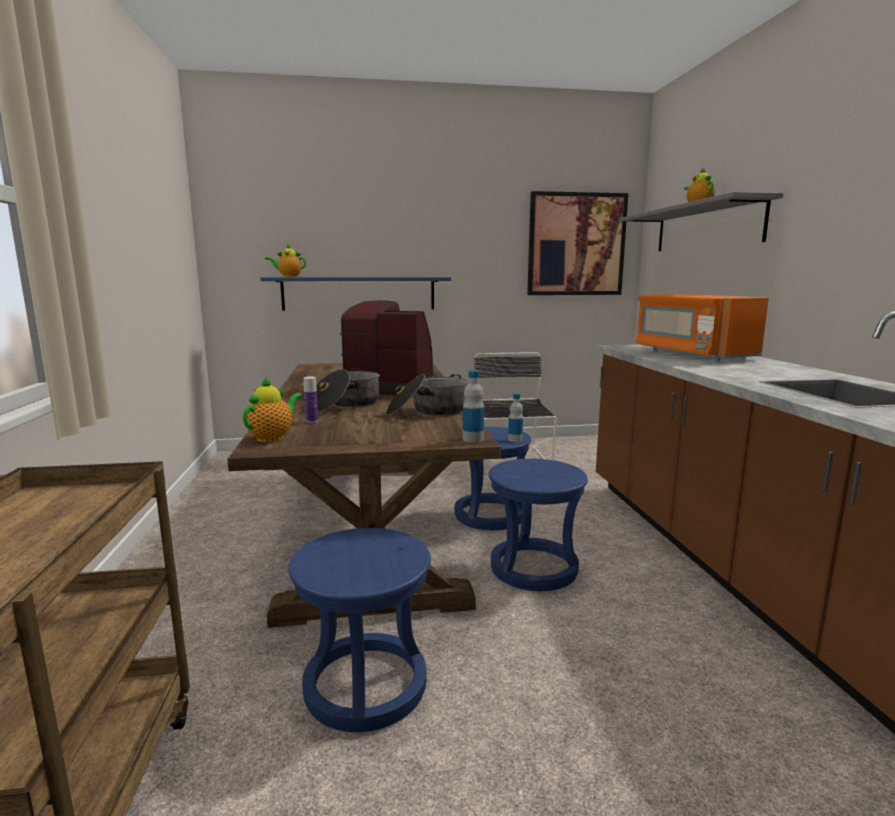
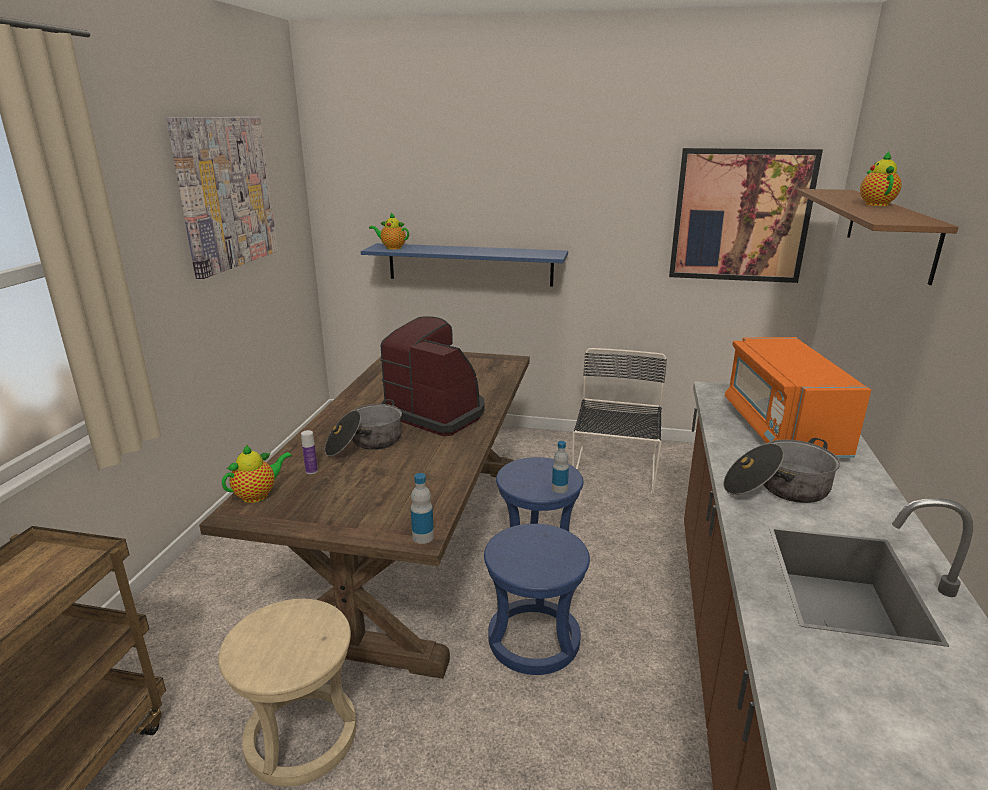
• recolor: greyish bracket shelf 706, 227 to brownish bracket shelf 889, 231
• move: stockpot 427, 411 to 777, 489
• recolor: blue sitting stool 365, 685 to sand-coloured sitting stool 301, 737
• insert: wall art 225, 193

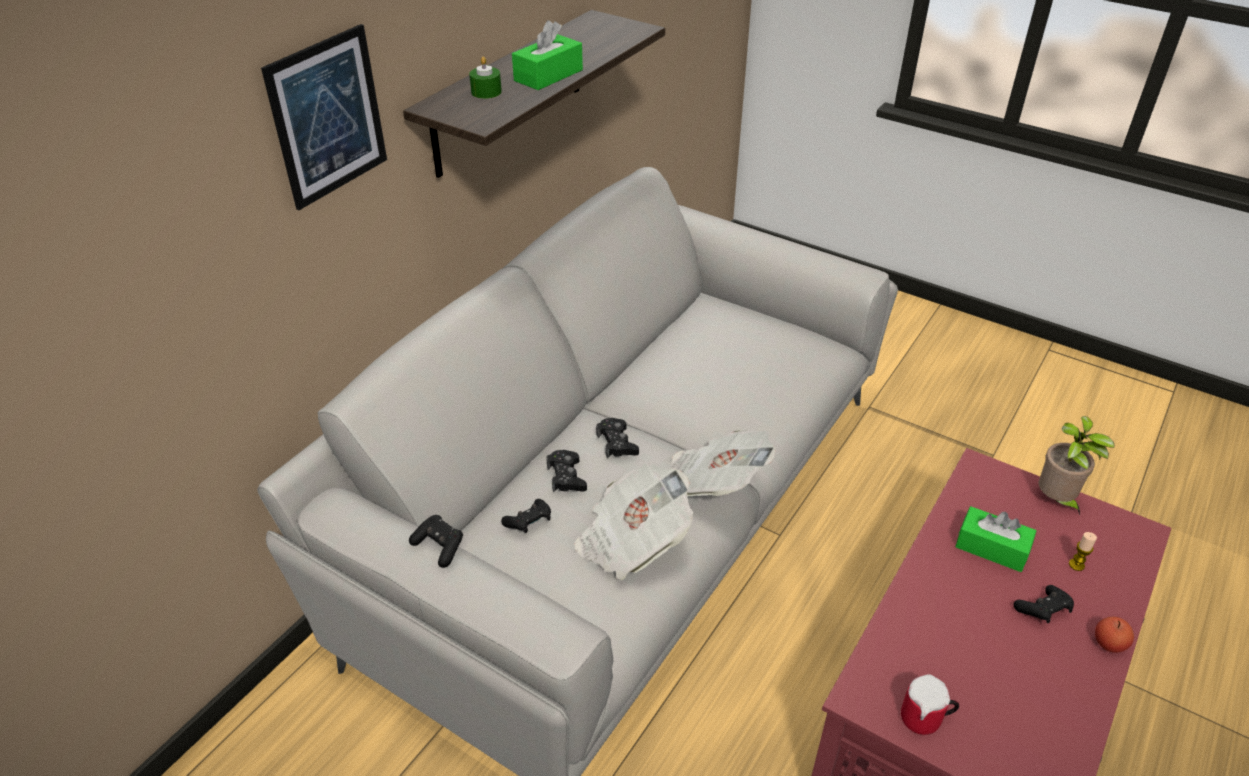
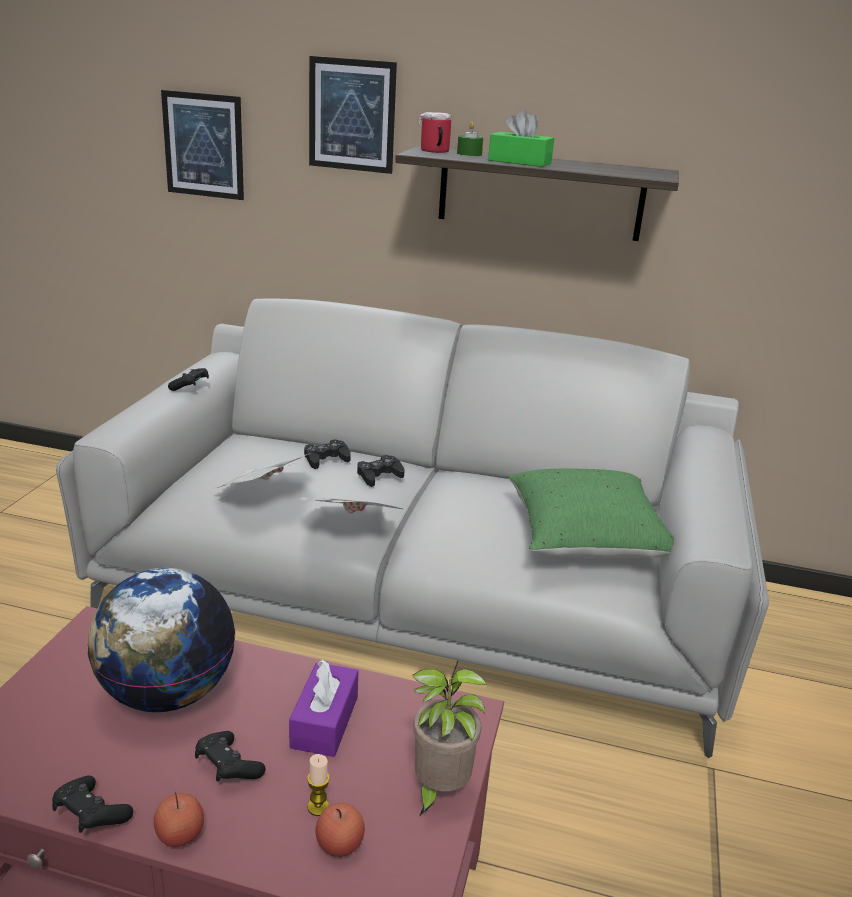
• move: black game controller 529, 523 to 91, 815
• recolor: greenish box of tissues 991, 548 to purple box of tissues 324, 722
• move: mug 926, 720 to 434, 151
• insert: wall art 203, 145
• insert: greenish cushion 585, 539
• insert: globe 167, 693
• insert: apple 339, 844

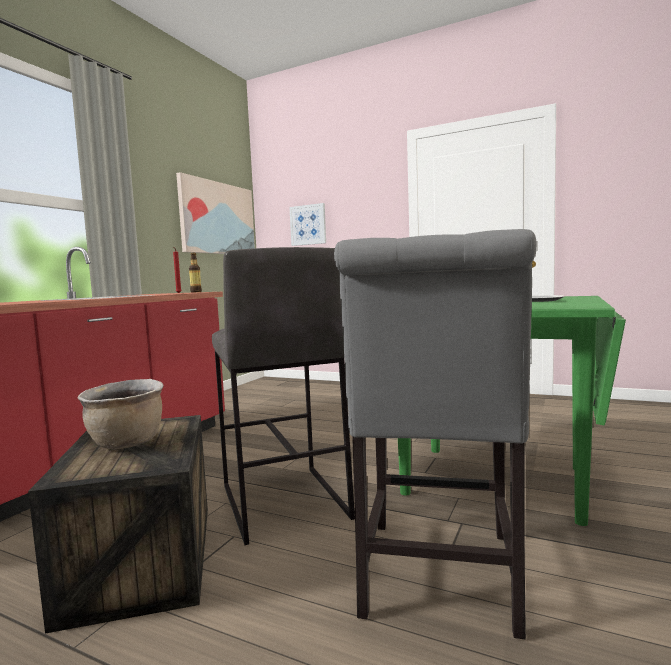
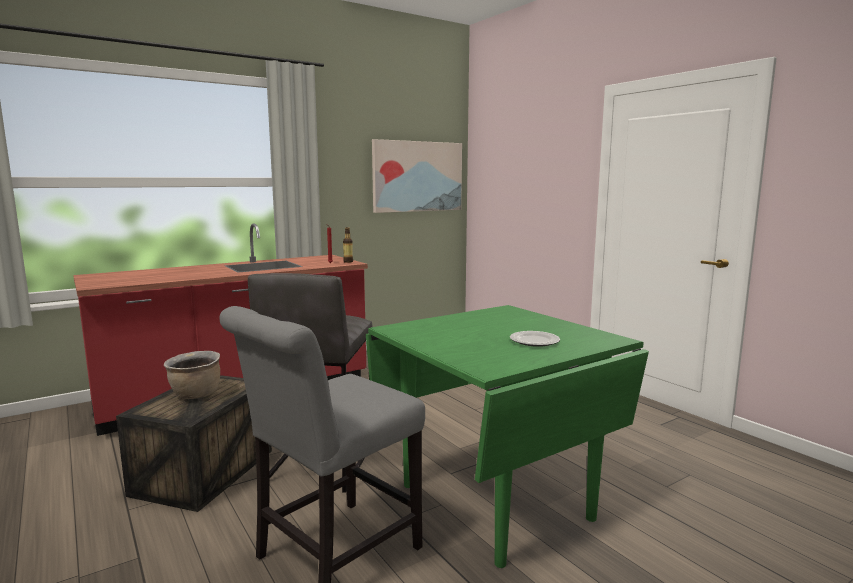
• delete: wall art 308, 225

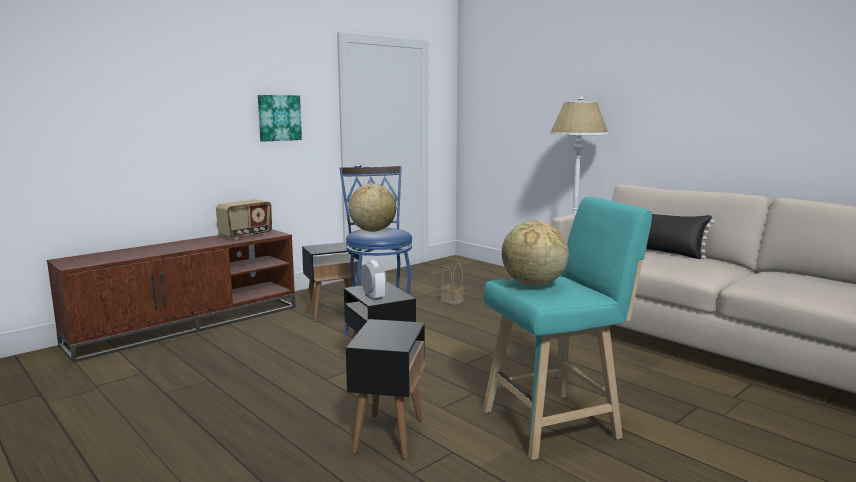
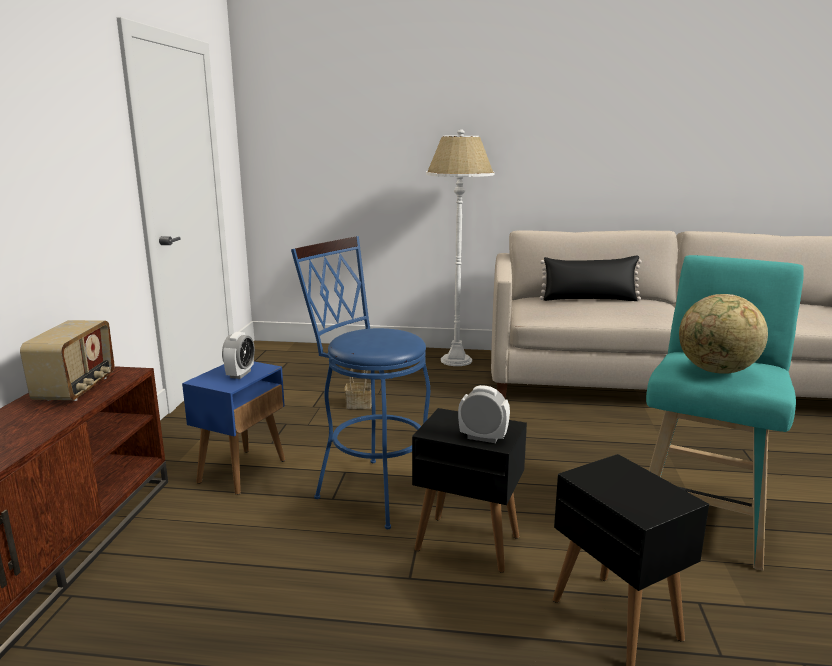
• delete: wall art 279, 118
• delete: globe 372, 230
• recolor: black side table 334, 313 to blue side table 242, 470
• insert: alarm clock 240, 374

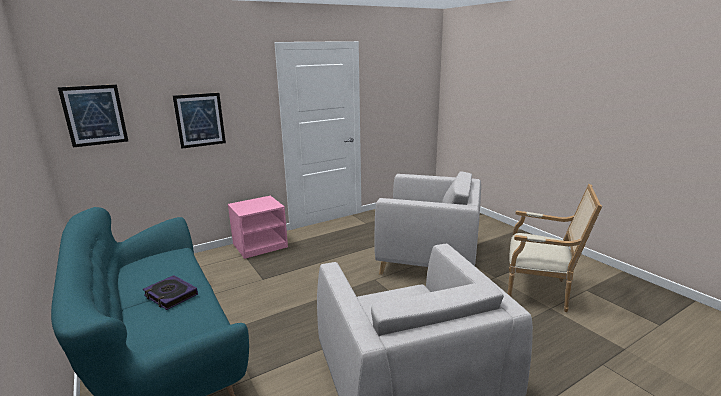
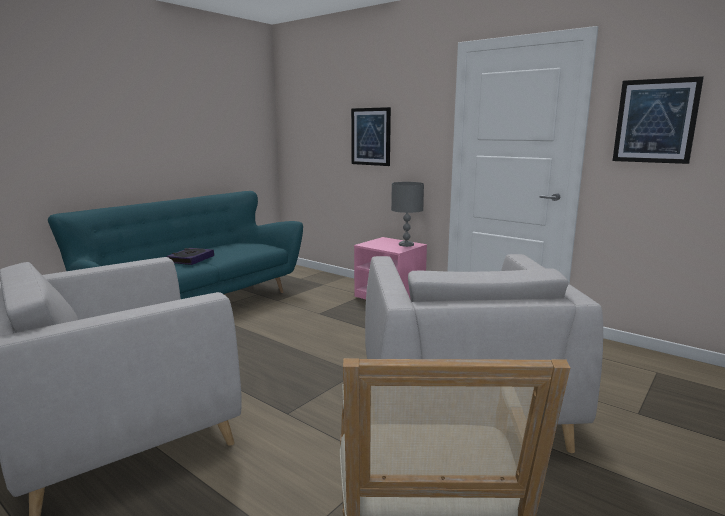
• move: wall art 94, 115 to 655, 121
• insert: greyish table lamp 406, 244

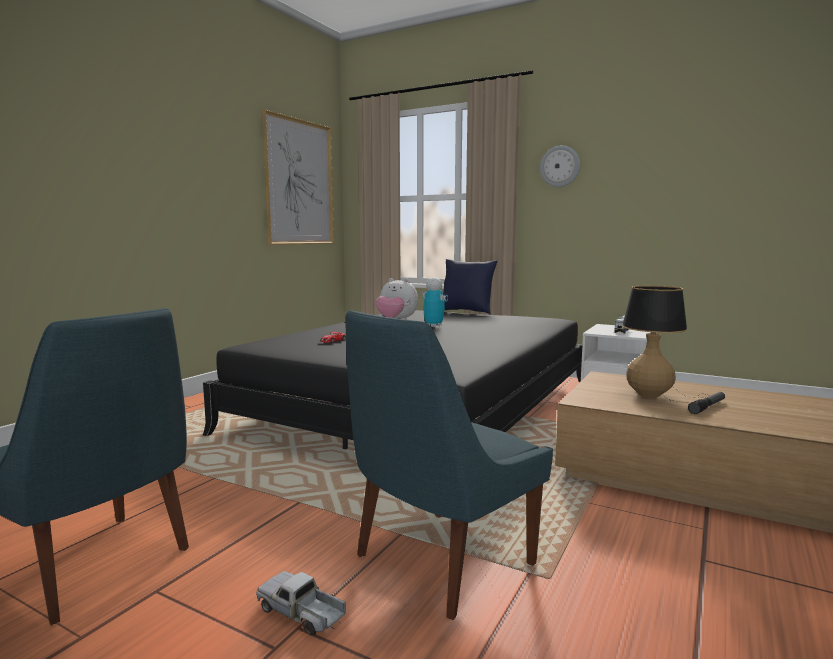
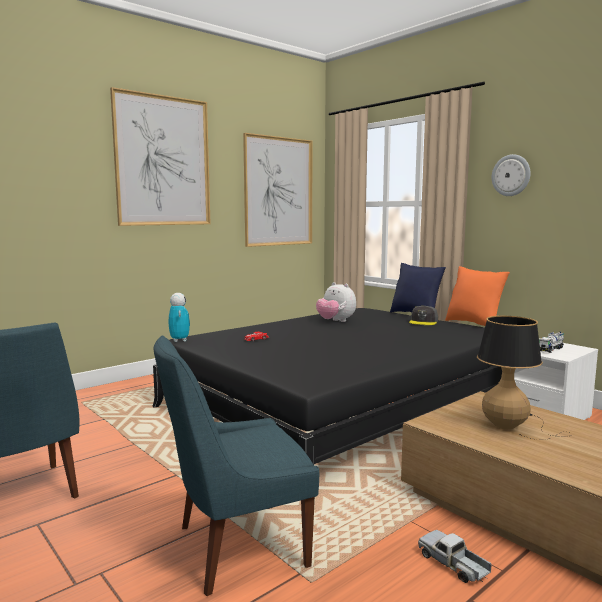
• move: robot figure 433, 326 to 179, 340
• delete: hand torch 707, 407
• move: toy truck 302, 613 to 453, 564
• insert: wall art 163, 161
• insert: orangey cushion 474, 324
• insert: greyish baseball cap 423, 321

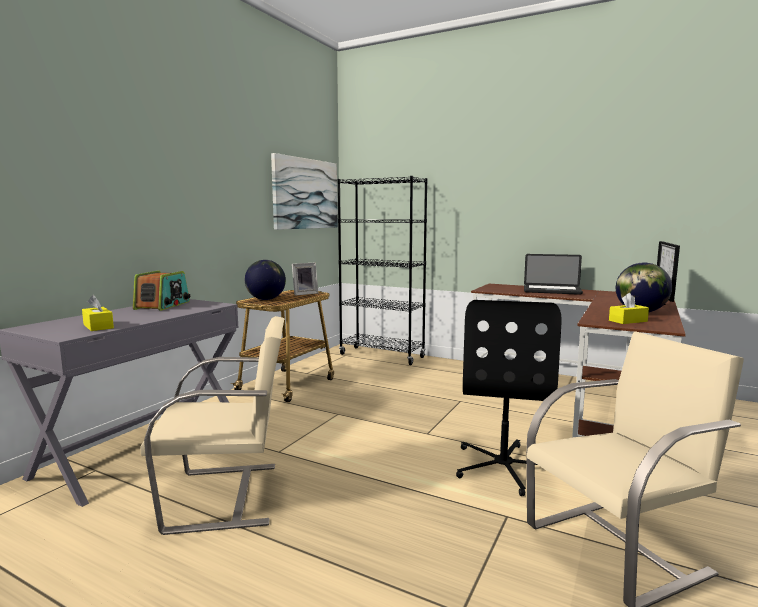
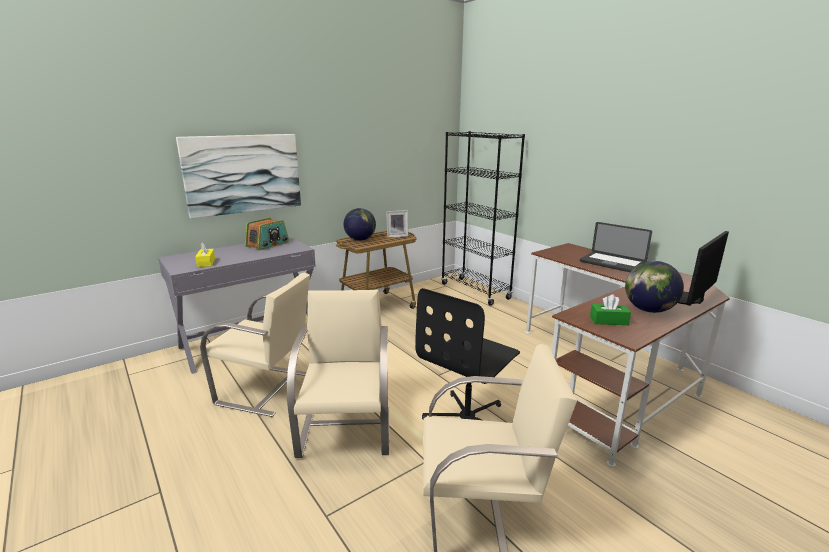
• move: wall art 305, 194 to 243, 174
• recolor: yellow-coloured box of tissues 628, 321 to greenish box of tissues 608, 321
• insert: sand-coloured plain chair 346, 430

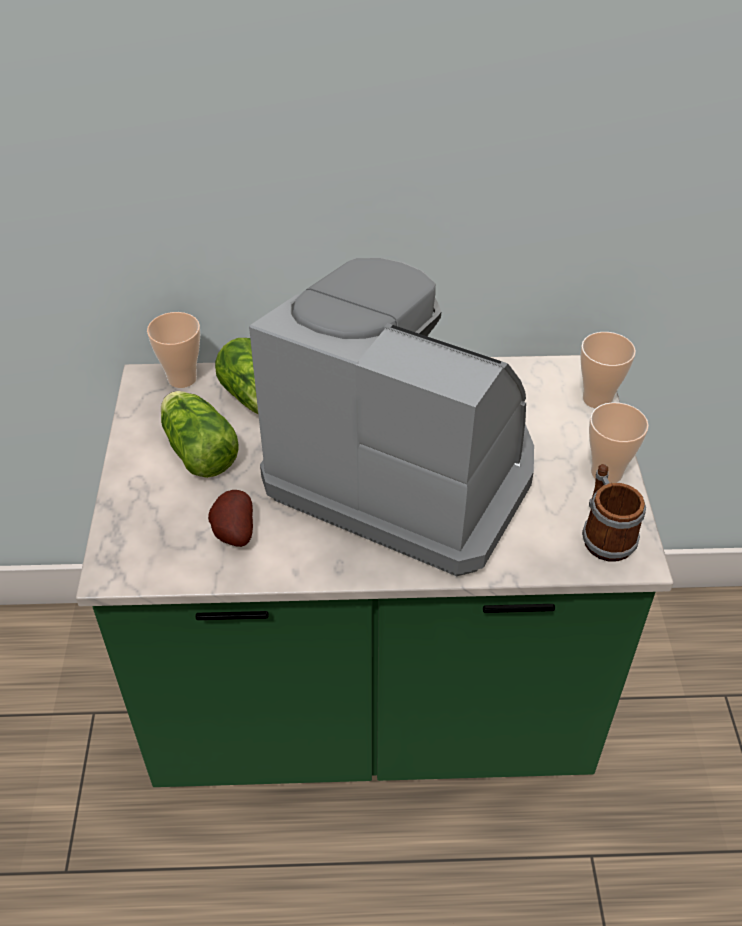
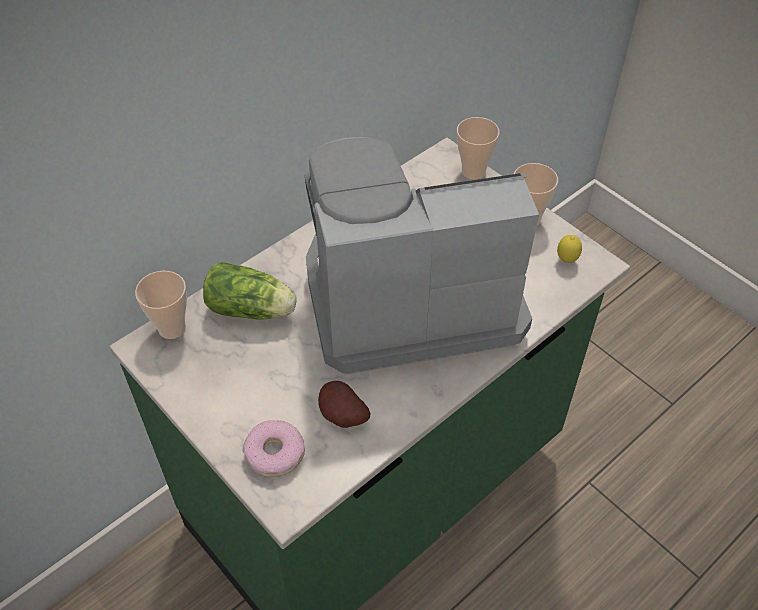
• delete: lettuce head 198, 449
• replace: mug 604, 534 to whole lemon 566, 260
• insert: ring doughnut 275, 453

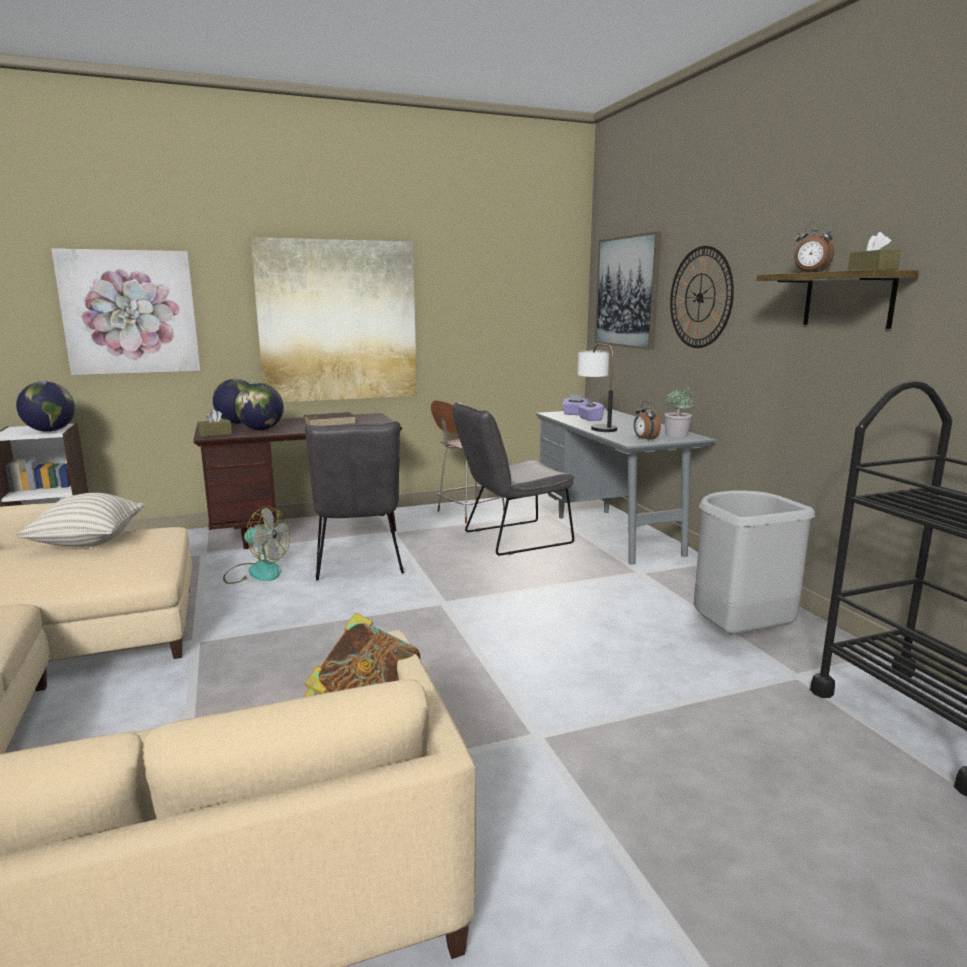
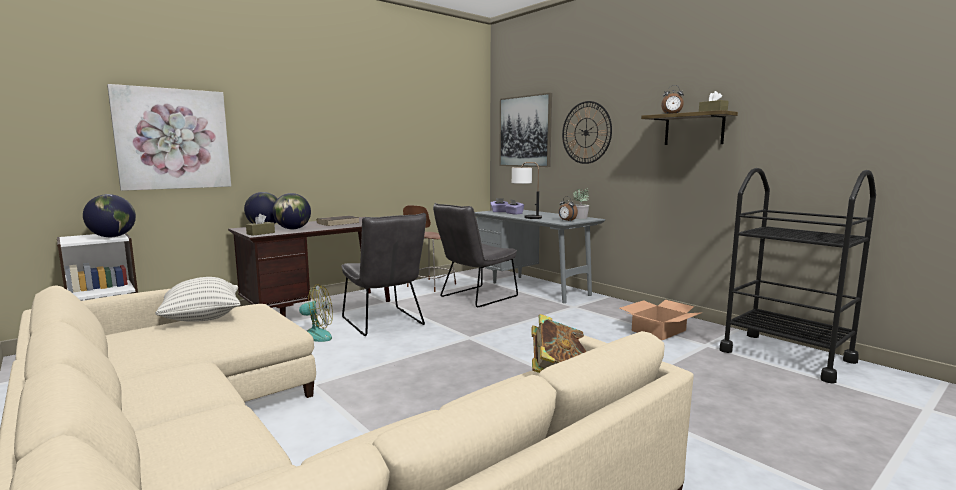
• delete: wall art 338, 321
• replace: greyish waste bin 738, 635 to packing box 658, 330

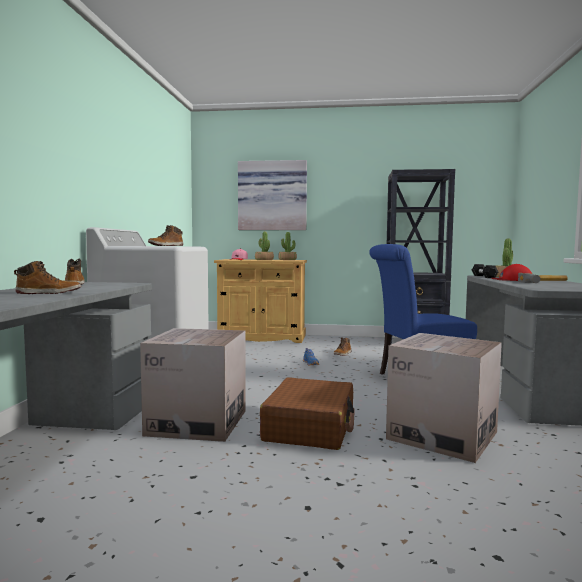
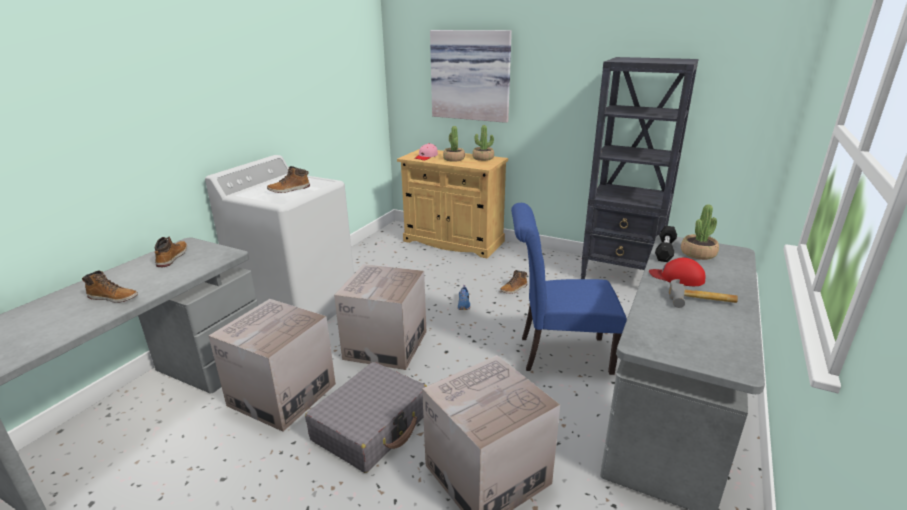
• recolor: brownish travel case 310, 427 to greyish travel case 372, 426
• insert: packing box 385, 345

